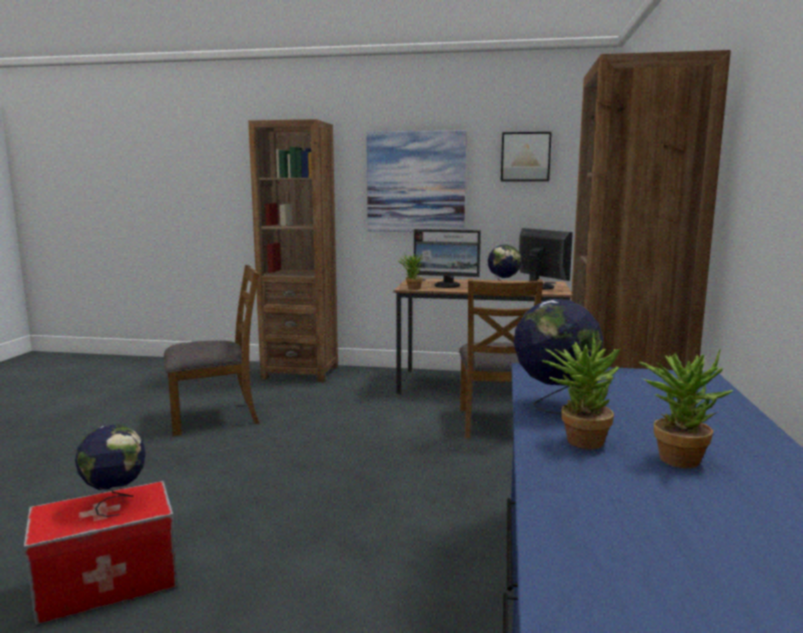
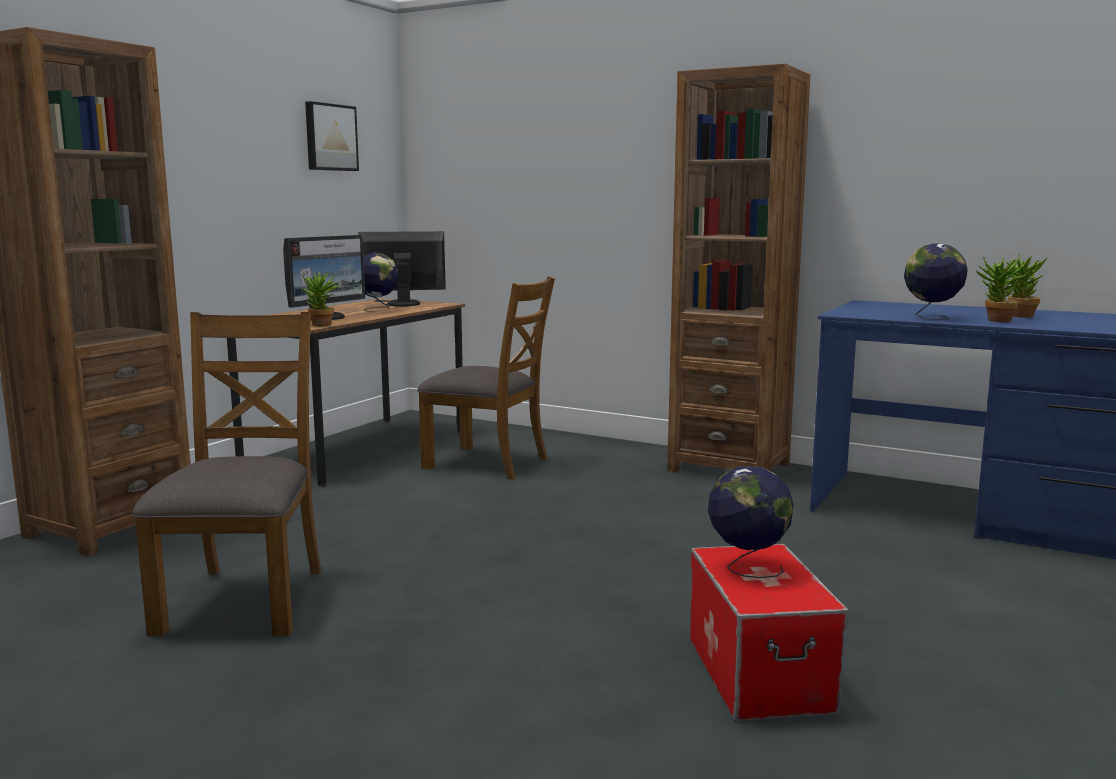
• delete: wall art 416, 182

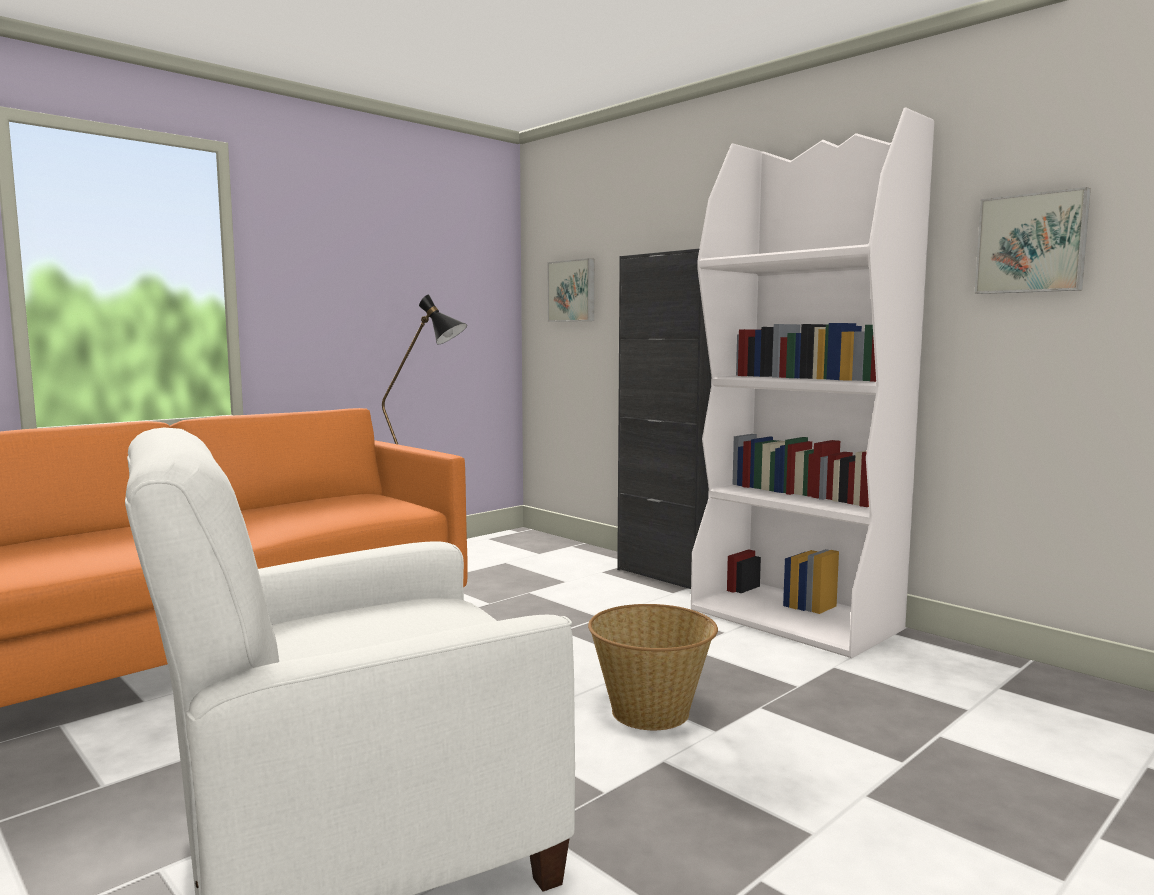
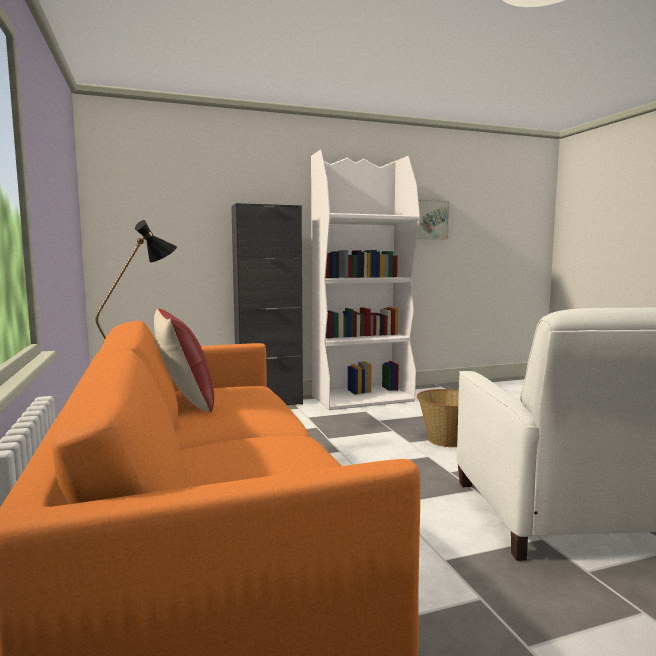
• delete: wall art 573, 291
• insert: red-coloured cushion 185, 401

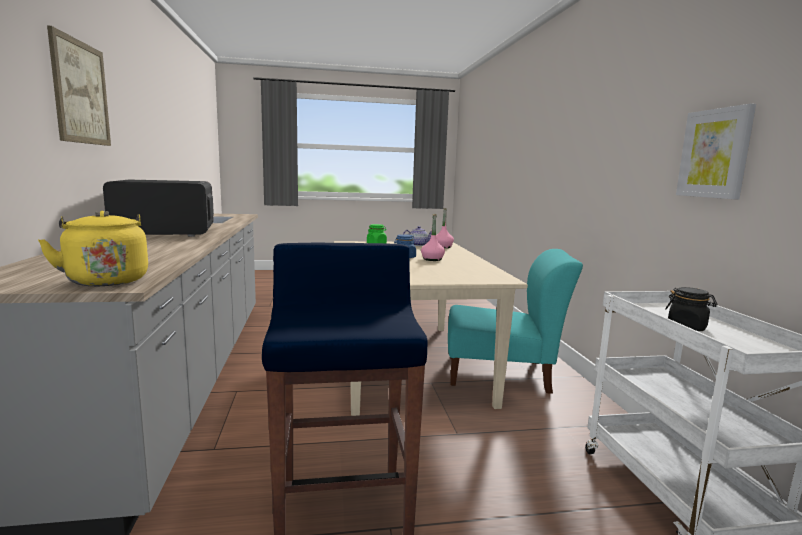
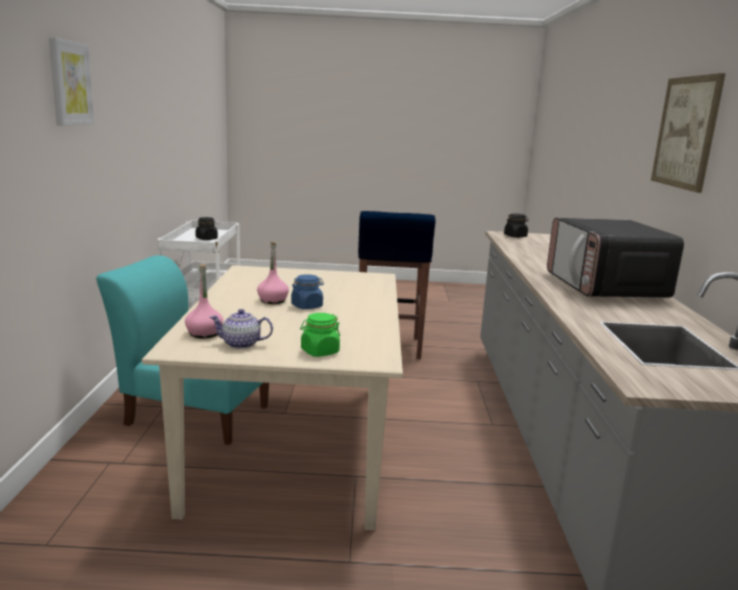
• move: wall art 715, 153 to 70, 83
• rotate: microwave 164, 232 = 605, 287 90 degrees clockwise
• replace: yellow-coloured tea kettle 106, 280 to black jar 515, 236

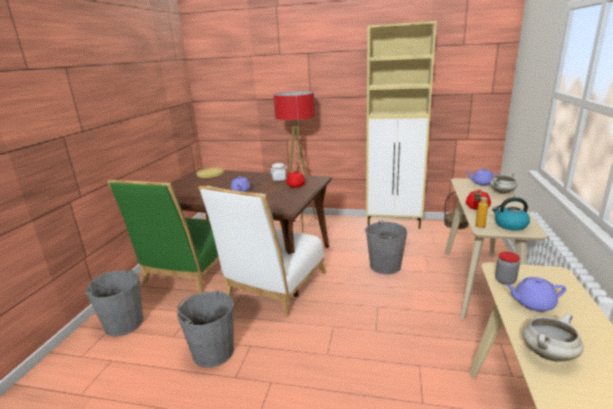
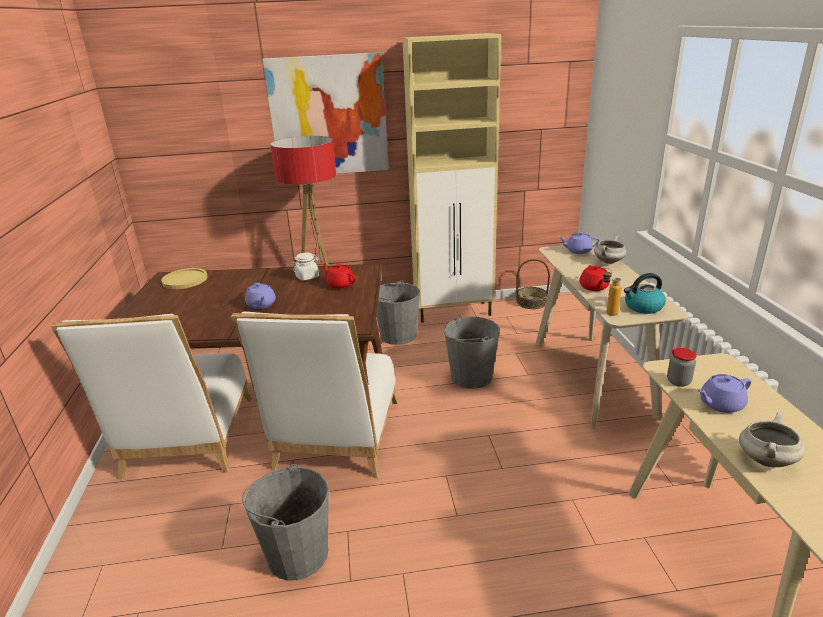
• recolor: greenish plain chair 189, 272 to whitish plain chair 187, 442
• move: greyish water bucket 124, 323 to 398, 335
• insert: wall art 328, 116

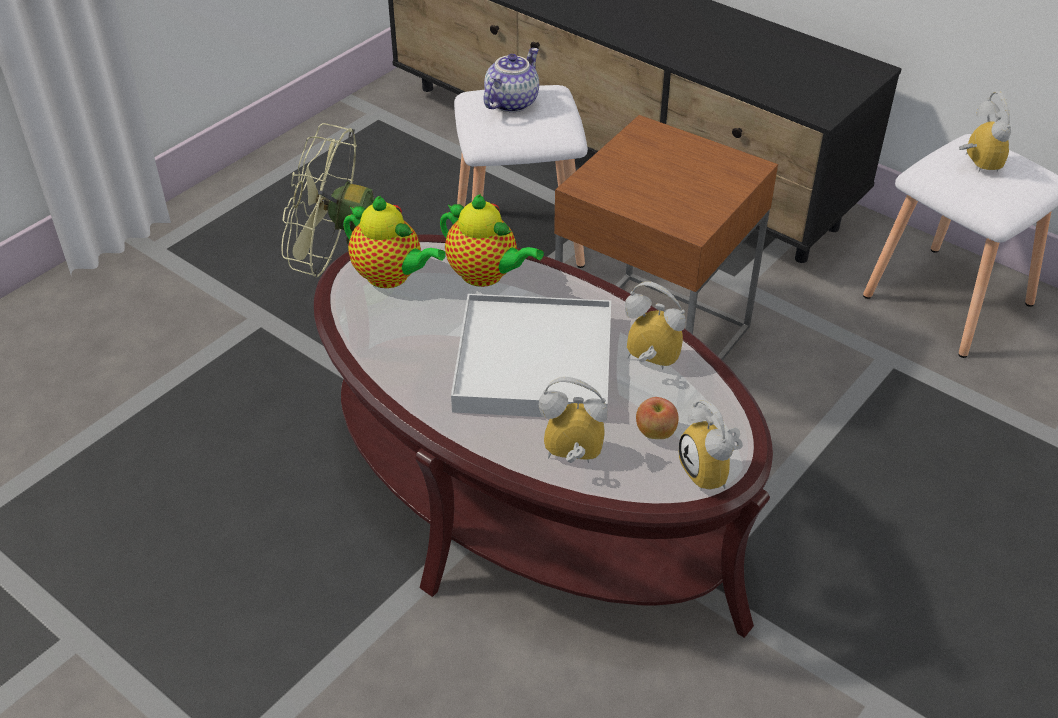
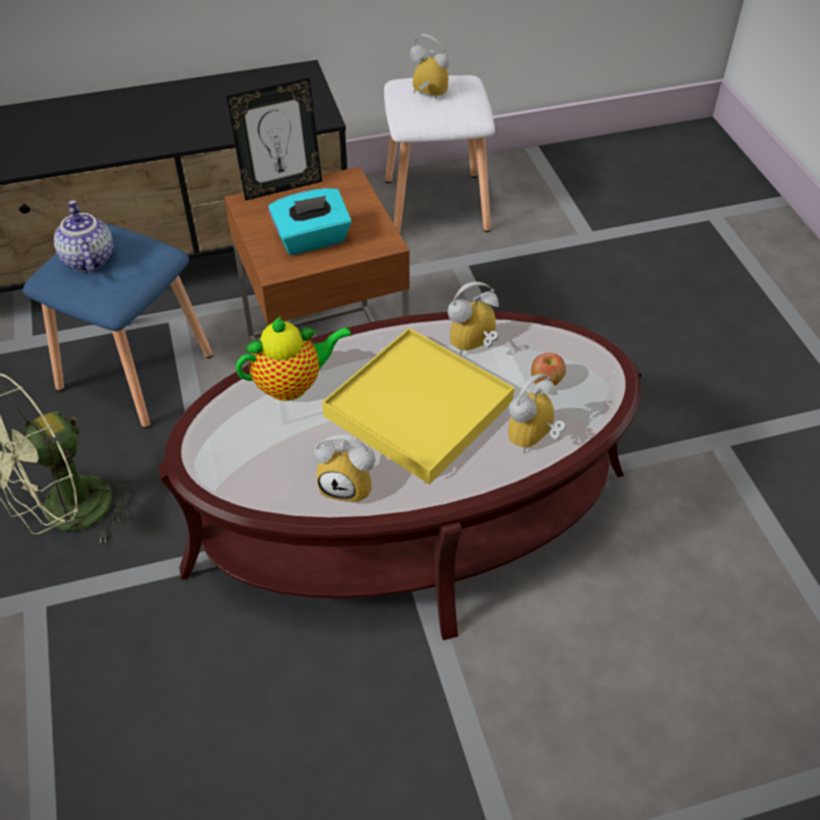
• recolor: whitish sitting stool 521, 235 to blue sitting stool 136, 370
• delete: teapot 391, 277
• recolor: whitish carrying tray 534, 362 to yellow-coloured carrying tray 418, 408
• move: alarm clock 712, 473 to 349, 485
• insert: photo frame 282, 187
• insert: turquoise-coloured box of tissues 312, 240

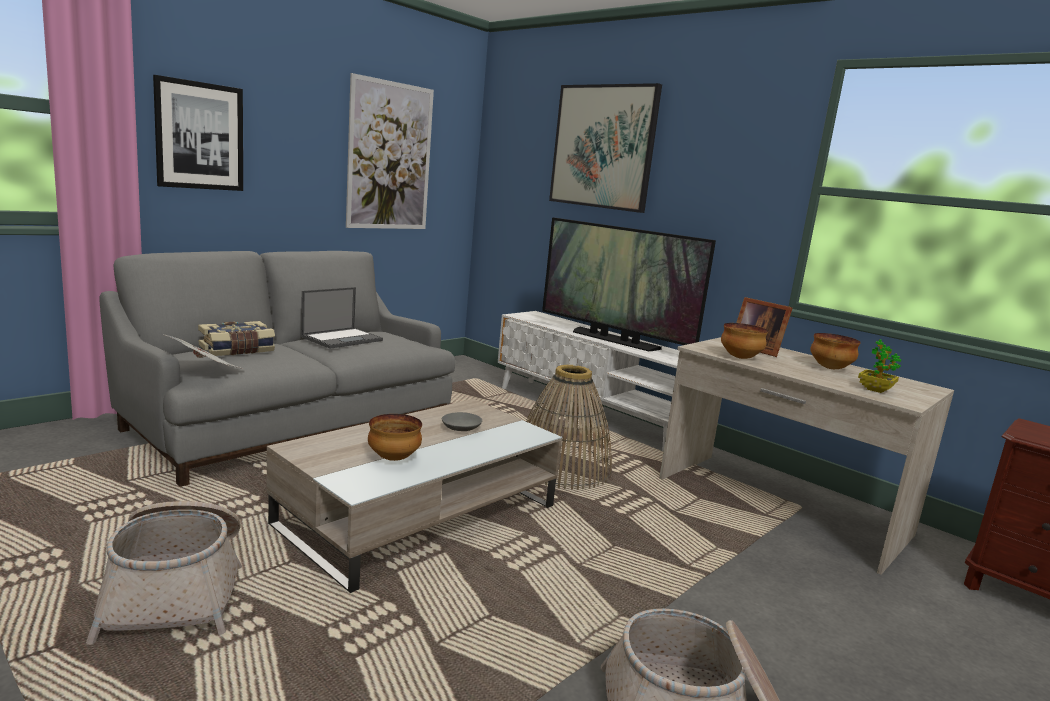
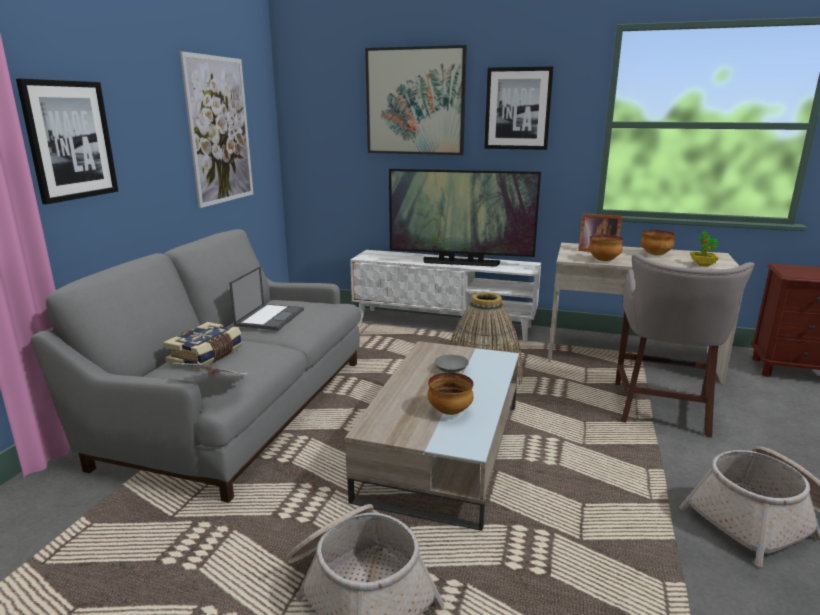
• insert: wall art 517, 109
• insert: greyish sitting stool 662, 410

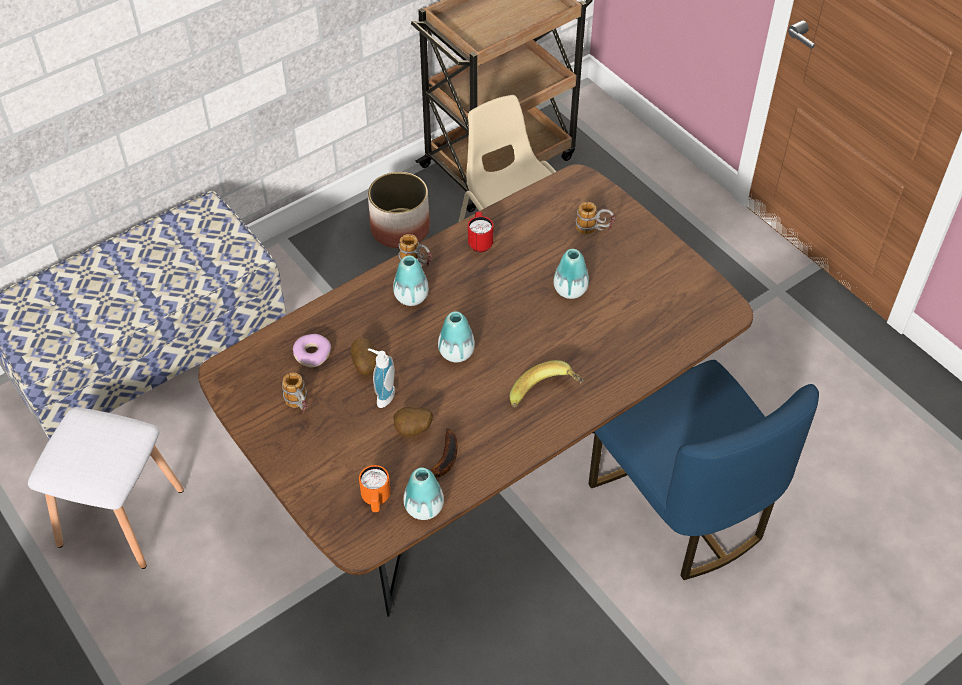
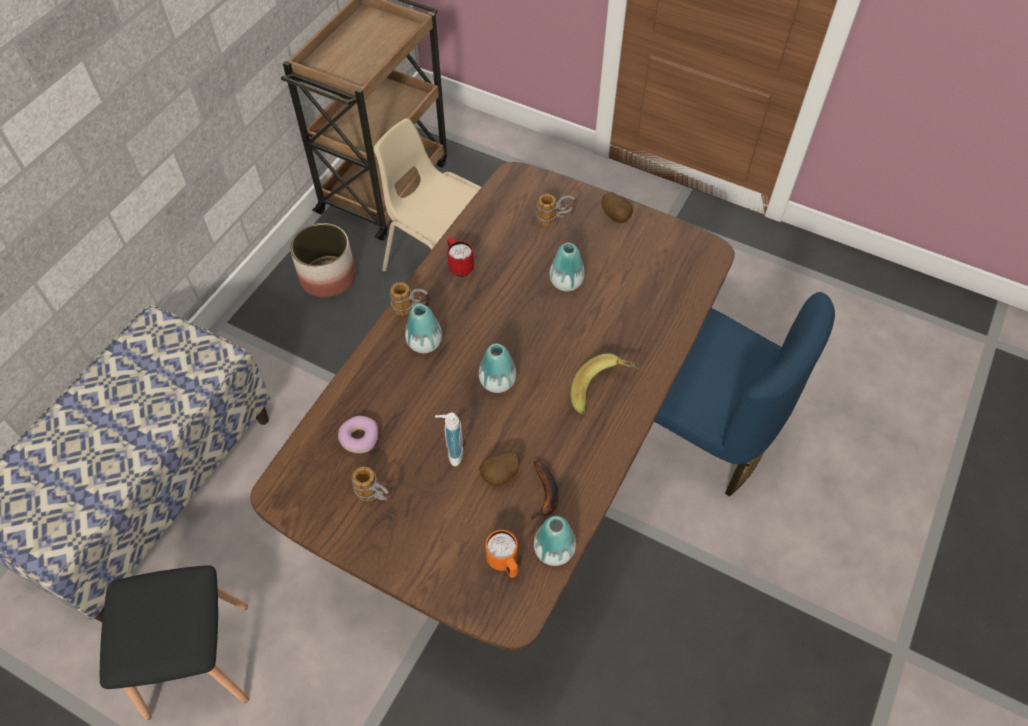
• move: whole potato 367, 366 to 616, 216
• recolor: whitish sitting stool 121, 519 to black sitting stool 199, 661

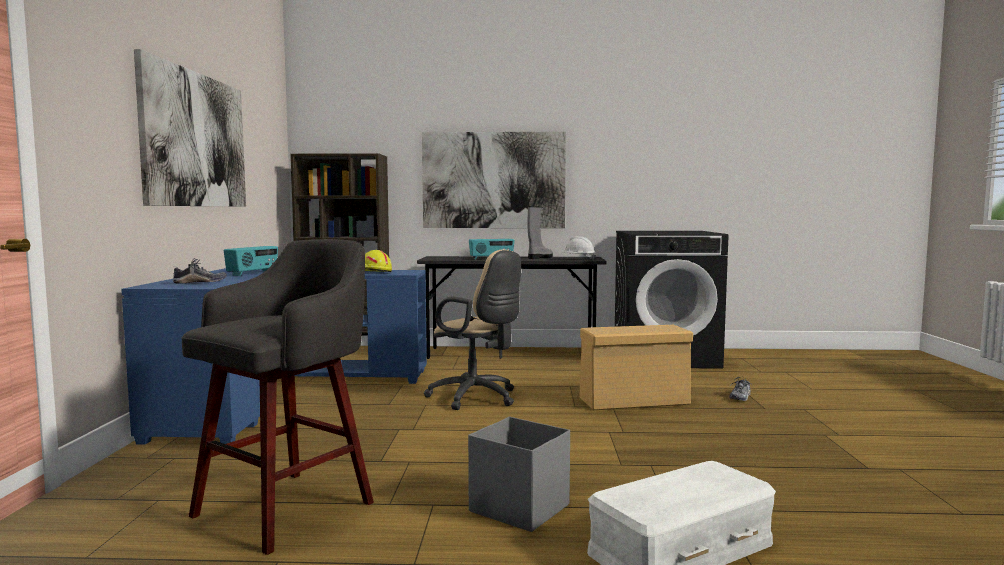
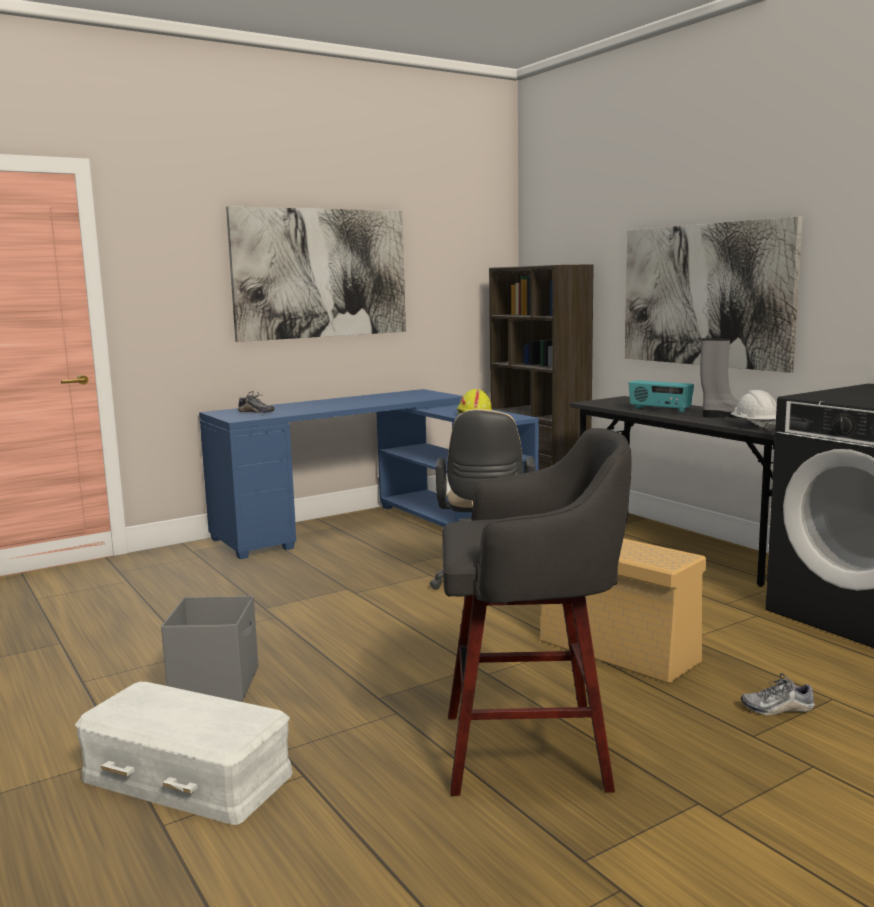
• move: greyish sitting stool 289, 507 to 532, 751
• delete: radio set 253, 273

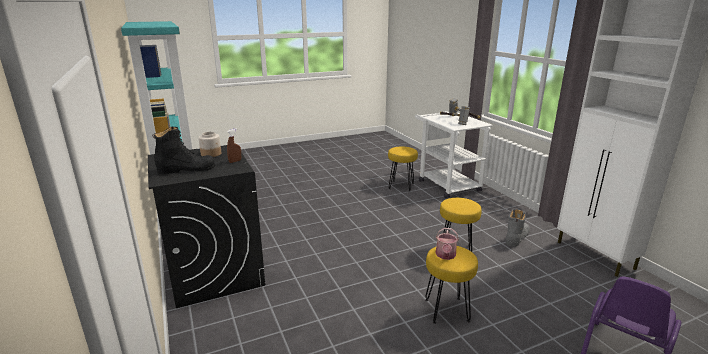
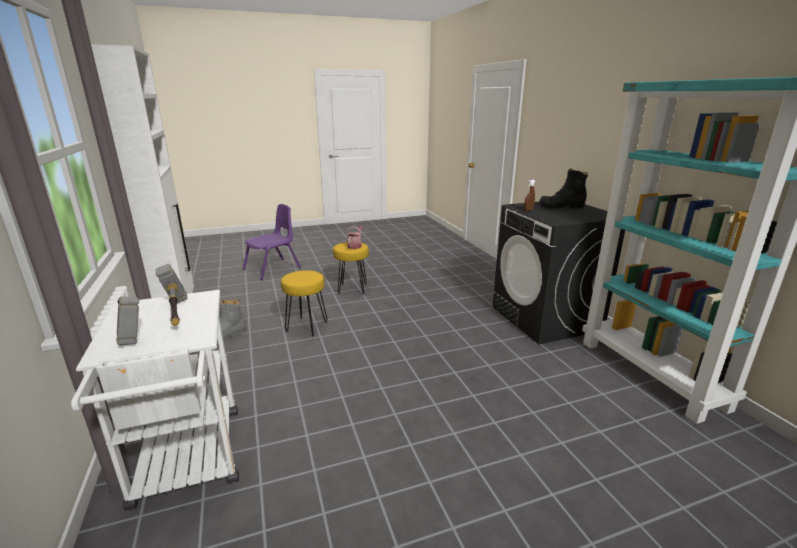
• delete: jar 211, 154
• delete: yellow-coloured sitting stool 401, 186

